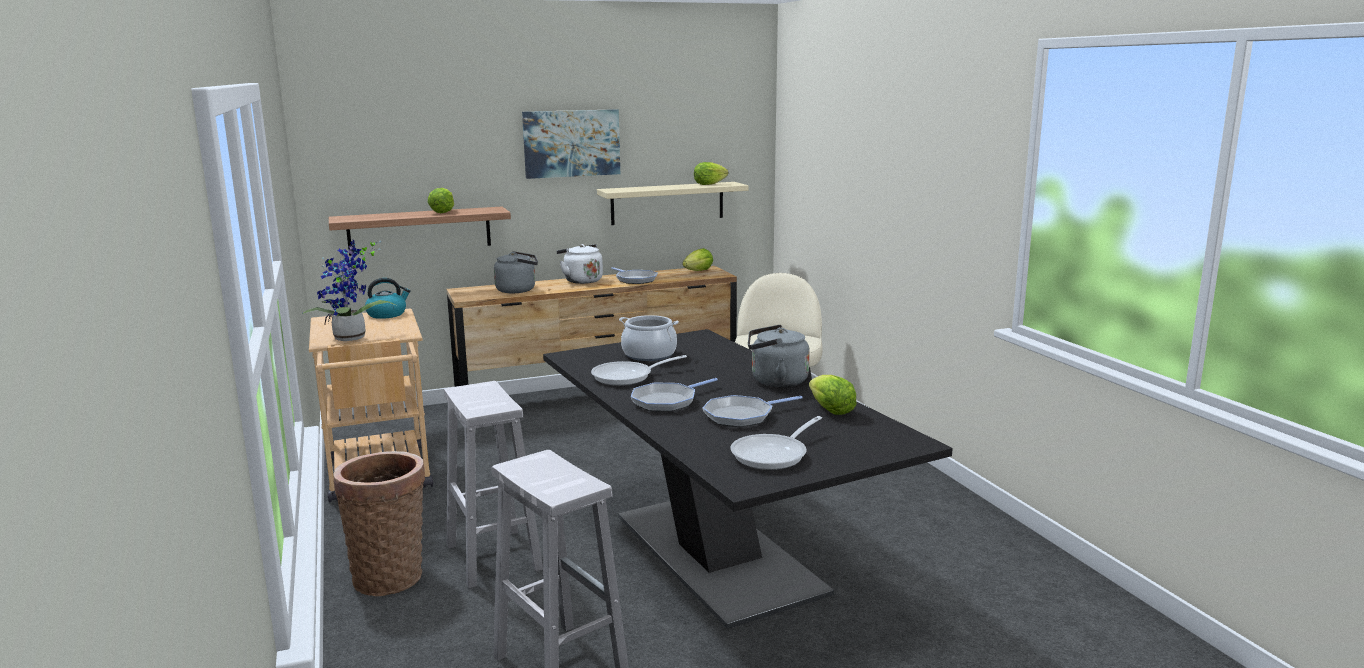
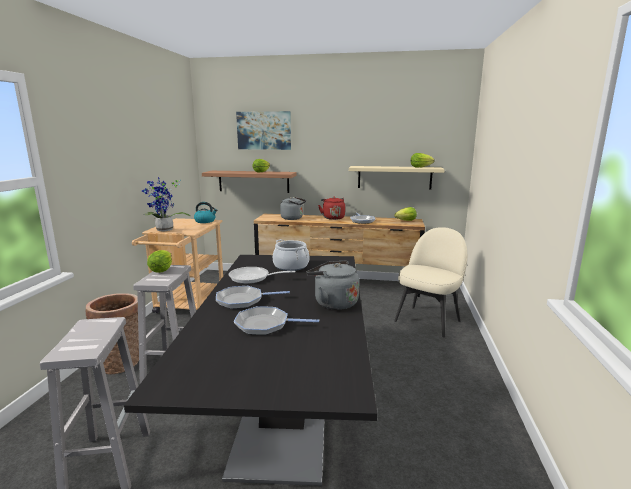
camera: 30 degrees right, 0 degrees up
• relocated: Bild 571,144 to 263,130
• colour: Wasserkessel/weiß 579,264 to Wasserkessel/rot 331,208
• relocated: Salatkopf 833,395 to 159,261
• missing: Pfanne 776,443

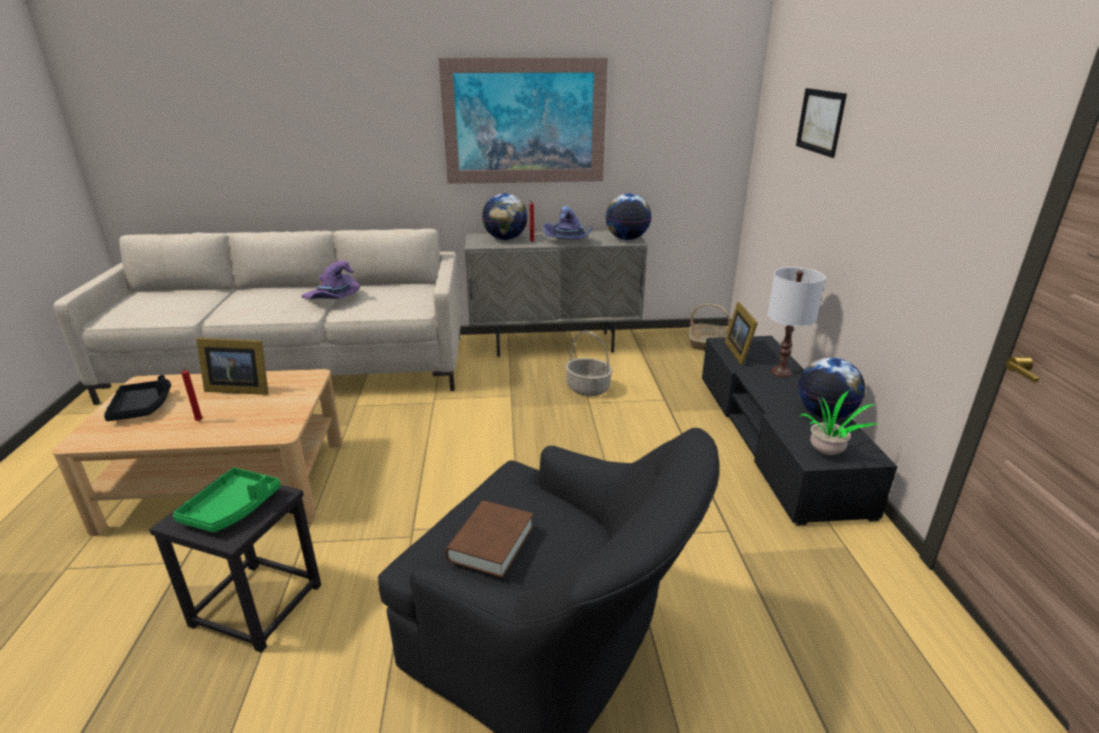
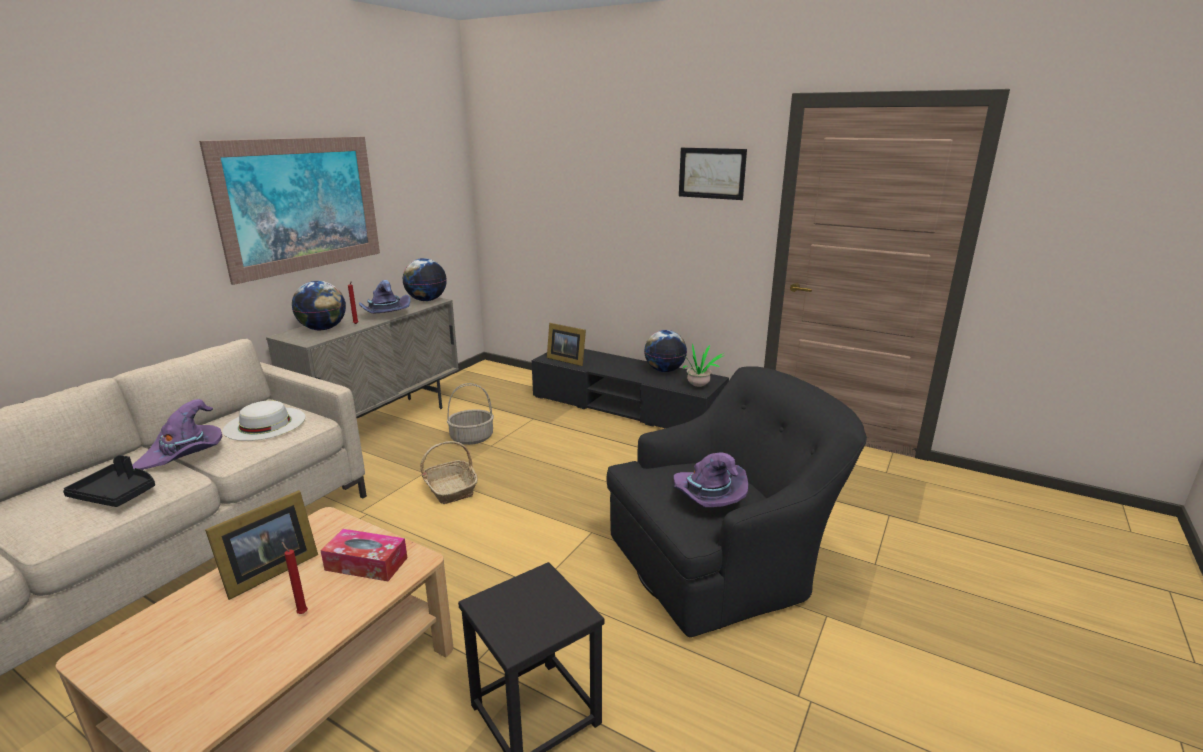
camera: 55 degrees left, 5 degrees down
• relocated: Bild 821,123 to 713,174
• missing: Tischlampe/weiß 796,322
• relocated: Korb 710,327 to 449,472
• relocated: Tablett/schwarz 137,398 to 109,481
• missing: Tablett/grün 227,500
• exchanged: Buch/braun 489,539 to Hut/lila 711,479
• appeared: Hut/weiß 264,420
• appeared: Taschentuchbox 363,555

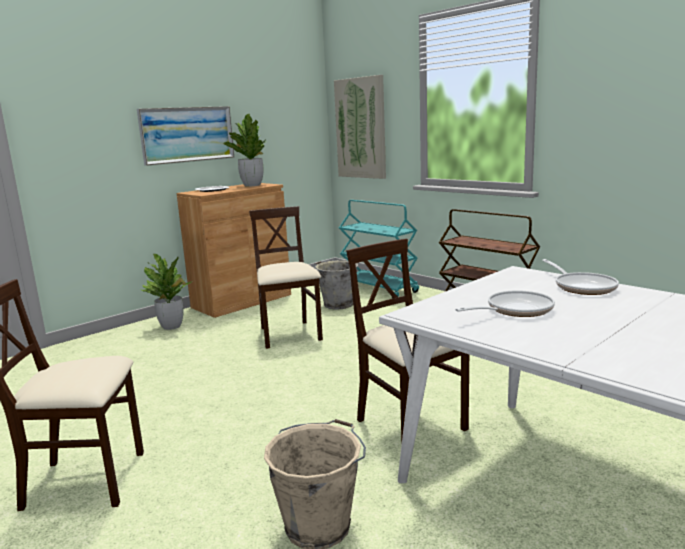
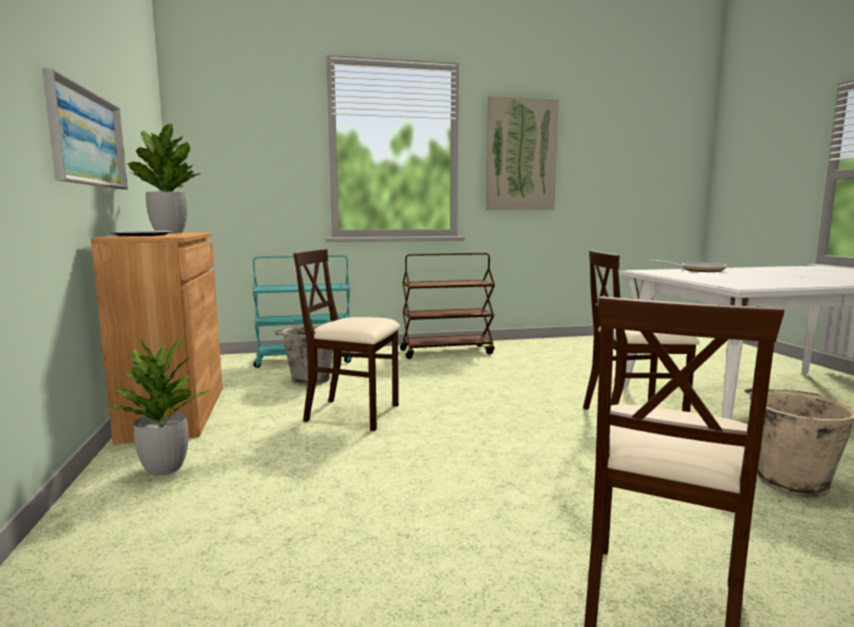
camera: 60 degrees left, 5 degrees down
• relocated: Bild 360,127 to 522,153
• missing: Pfanne 505,303

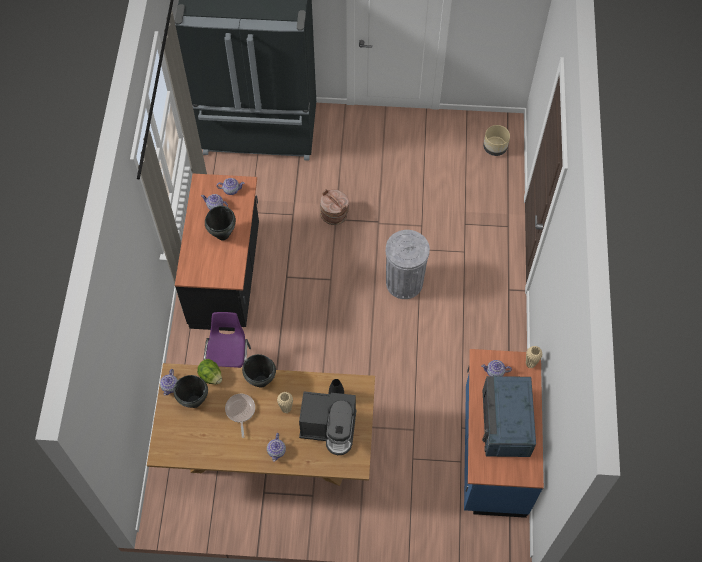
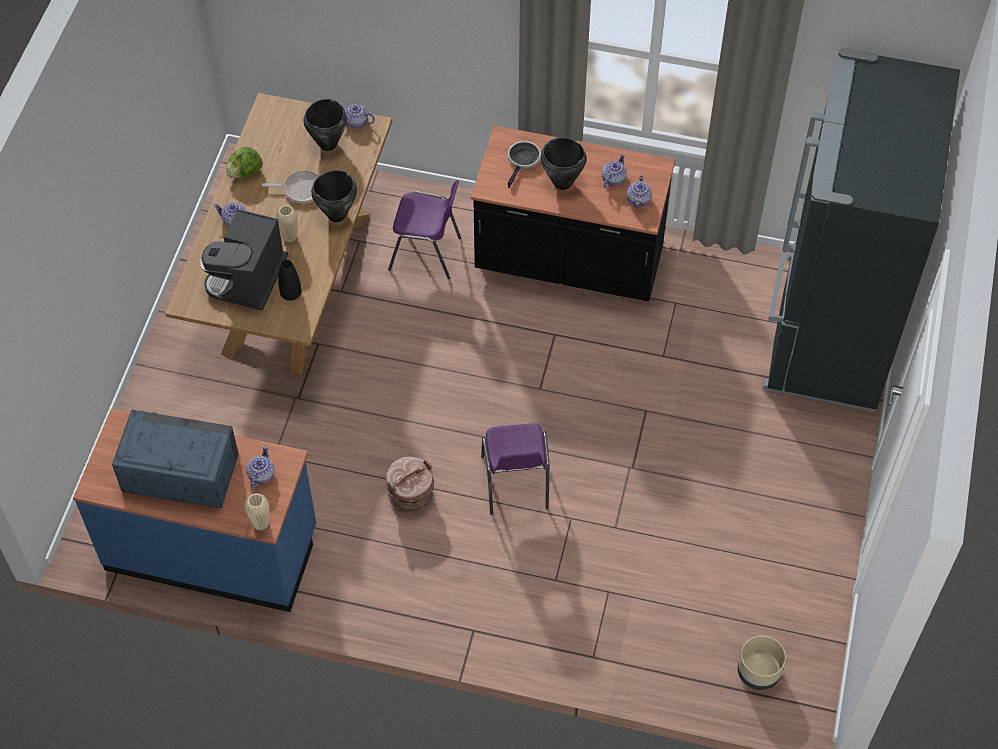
camera: 100 degrees right, 5 degrees down
• relocated: Eimer/braun 334,207 to 410,485
• exchanged: Mülleimer/grau 408,264 to Stuhl/lila 515,469
• relocated: Salatkopf 209,371 to 244,162
• appeared: Pfanne 524,164

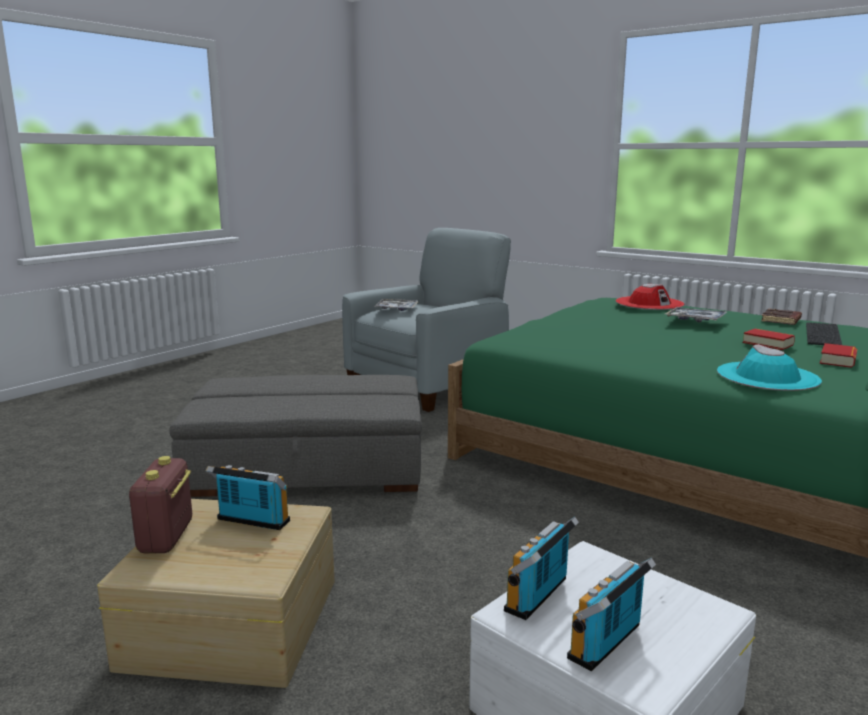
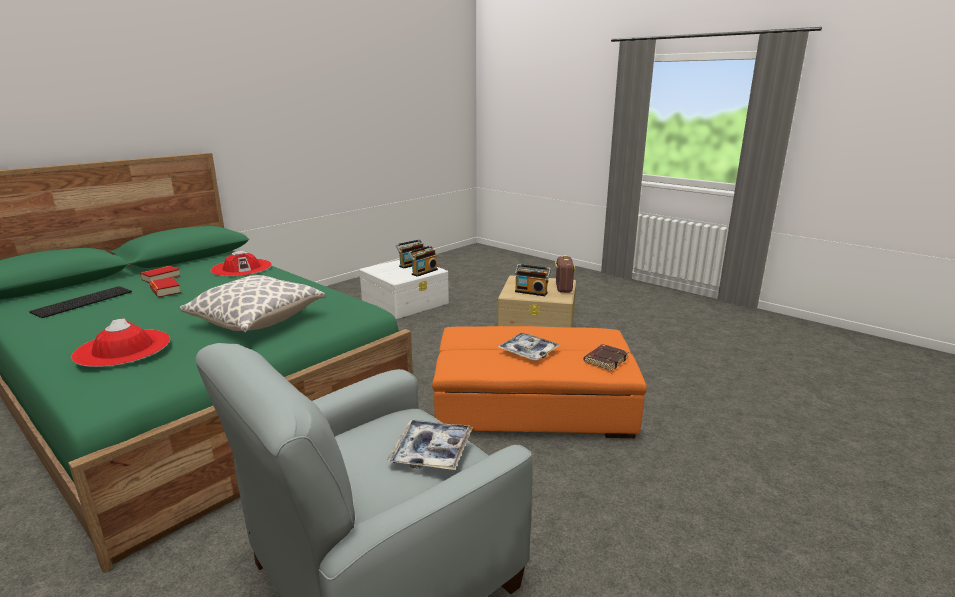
camera: 175 degrees left, 5 degrees up
• relocated: Tablett 696,314 to 529,346
• relocated: Buch/braun 781,317 to 606,357
• colour: Hut/türkis 769,367 to Hut/rot 241,264
• colour: Polsterhocker/grau 295,436 to Polsterhocker/orange 539,382
• appeared: Kissen 252,303

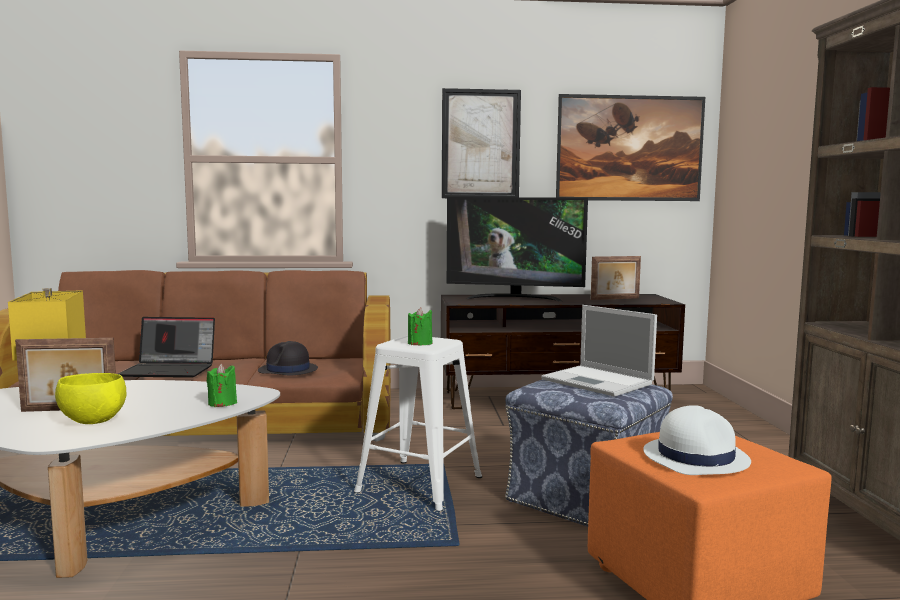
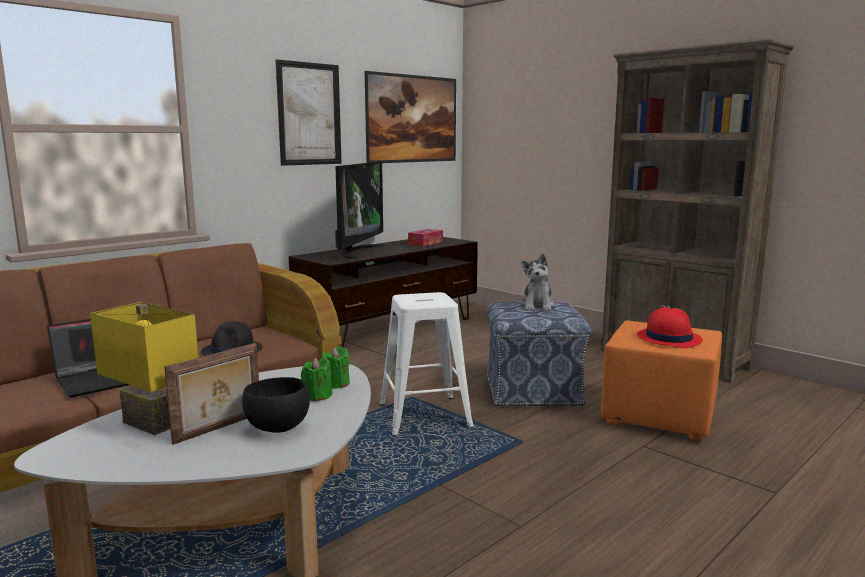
camera: 40 degrees left, 5 degrees up
• spun: Fernseher 517,249 = 360,210 45 degrees counterclockwise
• exchanged: Bilderrahmen 616,278 to Taschentuchbox 425,237
• exchanged: Laptop 599,351 to Plüschtier 537,282
• relocated: Kerze/grün 420,326 to 316,380
• colour: Schüssel/gelb 90,398 to Schüssel/schwarz 276,405
• colour: Hut/weiß 697,440 to Hut/rot 670,327

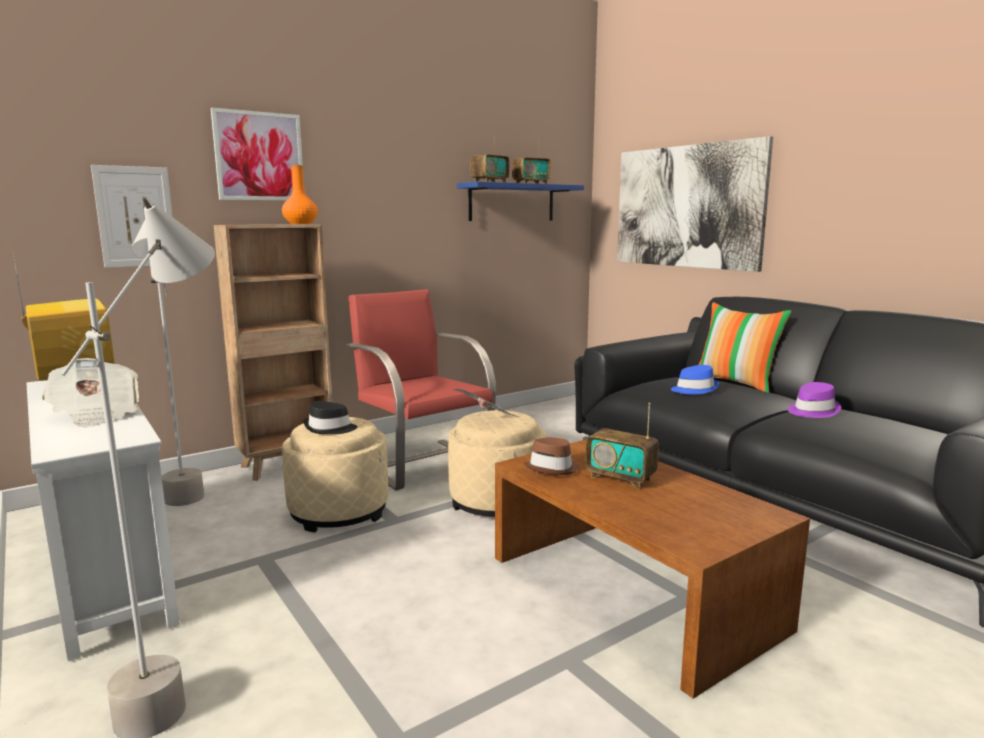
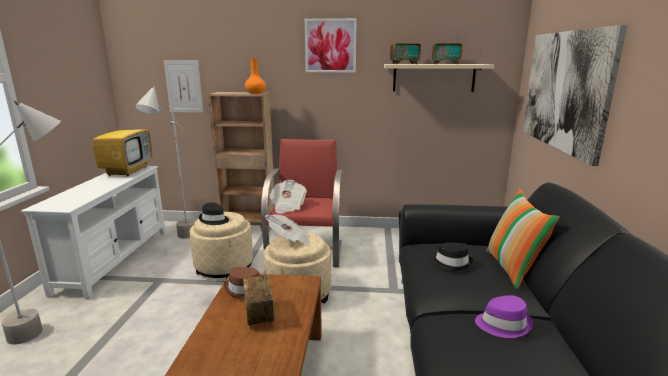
camera: 40 degrees right, 5 degrees up
• relocated: Bild 257,154 to 331,45
• colour: Wandregal/blau 520,201 to Wandregal/beige 439,78
• relocated: Zeitung 90,393 to 288,196
• colour: Hut/blau 695,379 to Hut/schwarz 452,257

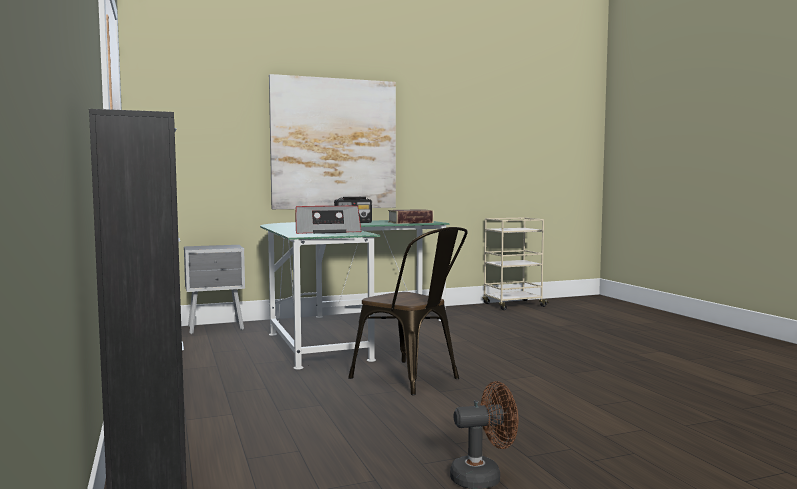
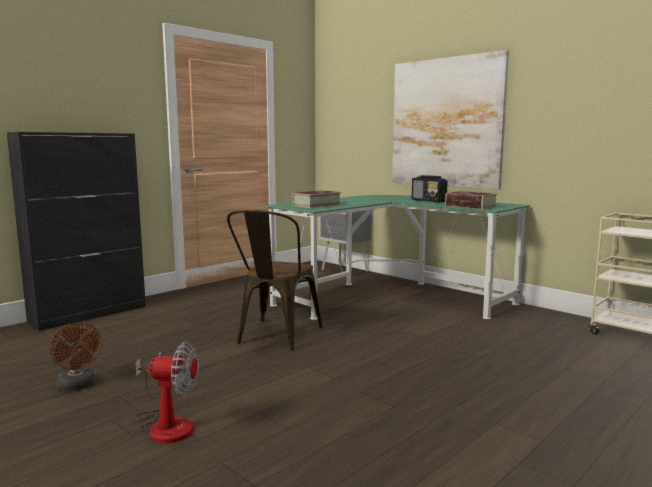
camera: 65 degrees right, 5 degrees up
• exchanged: Radio 328,220 to Buch 316,199
• appeared: Ventilator 167,392

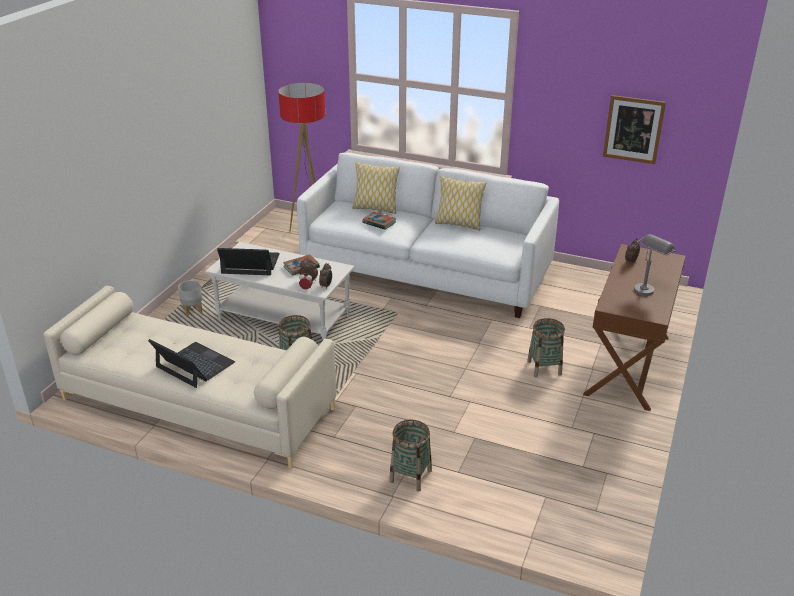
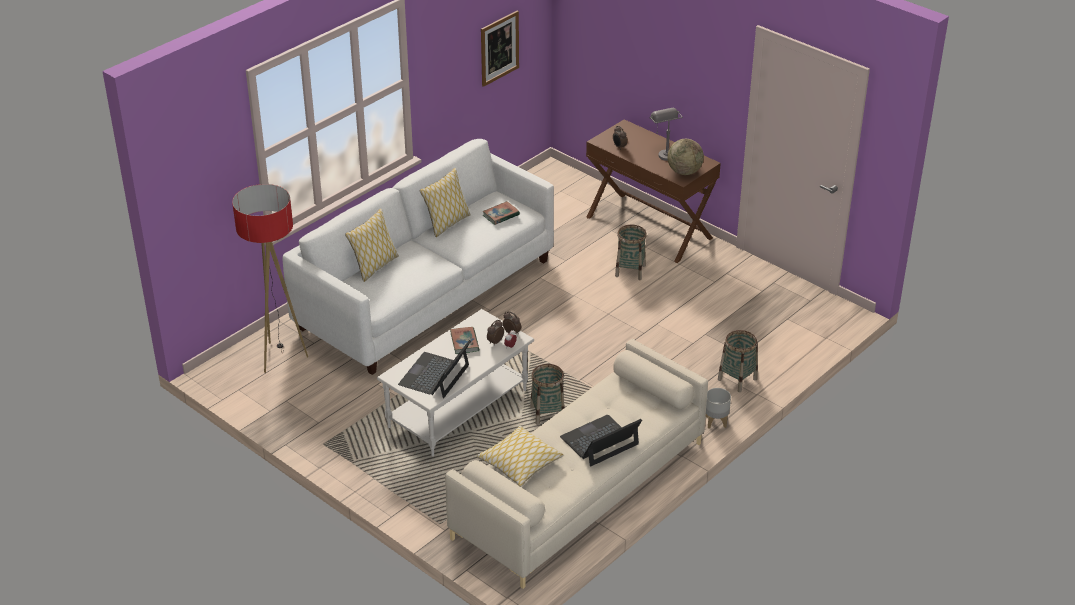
camera: 70 degrees left, 5 degrees up
• relocated: Buch 379,221 to 501,213
• relocated: Pflanzkübel/grau 190,298 to 718,408
• appeared: Globus 685,157
• appeared: Kissen 520,456

